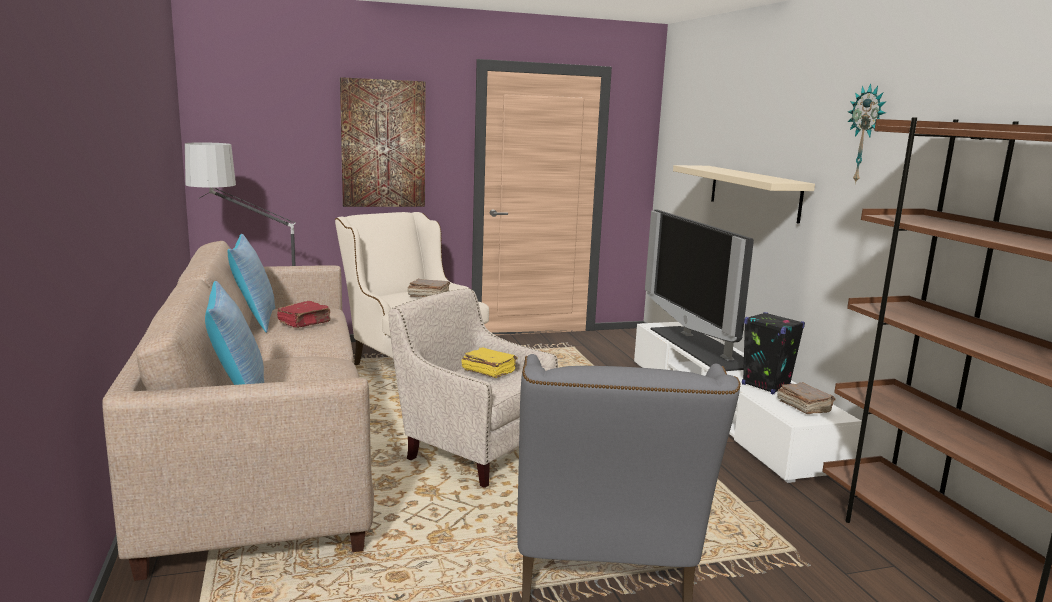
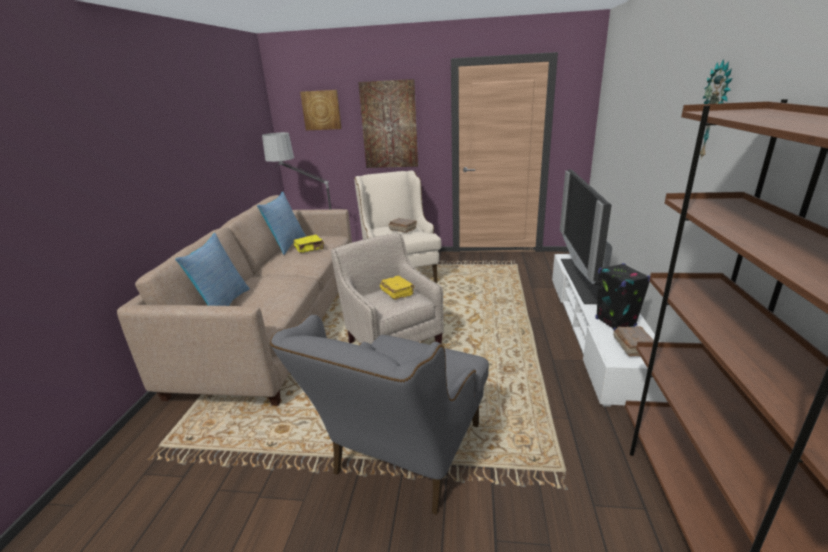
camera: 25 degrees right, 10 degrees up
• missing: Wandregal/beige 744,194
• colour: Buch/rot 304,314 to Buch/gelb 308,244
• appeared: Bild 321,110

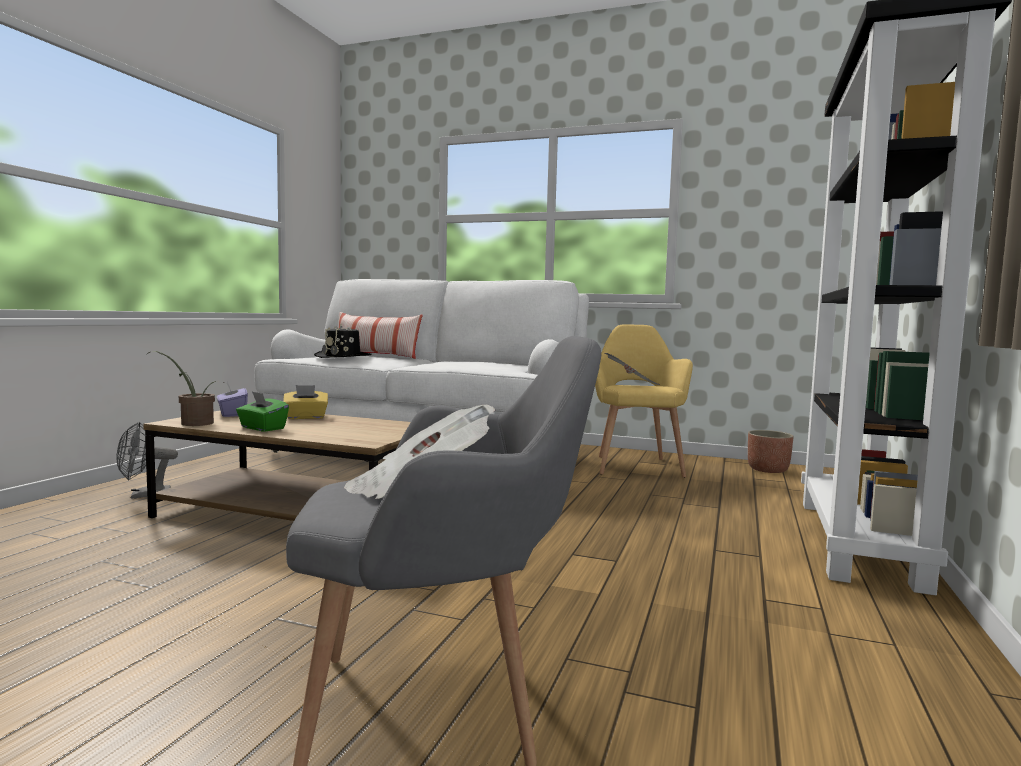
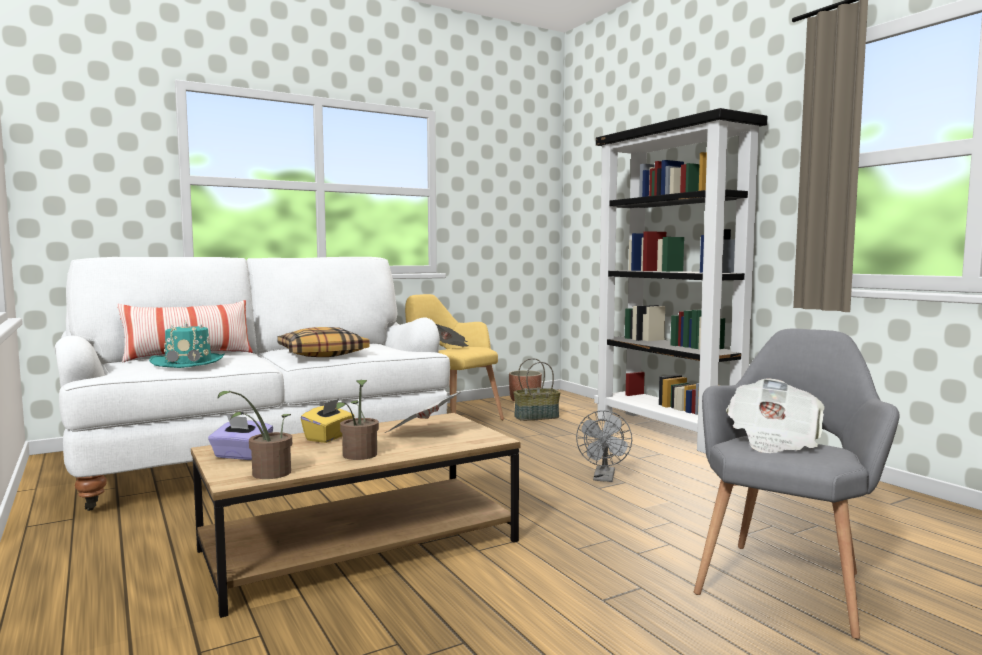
camera: 50 degrees left, 0 degrees up
• colour: Hut/schwarz 343,341 to Hut/türkis 187,344
• exchanged: Taschentuchbox/grün 262,411 to Topfpflanze 357,420
• relocated: Ventilator/grau 147,460 to 604,446
• appeared: Kissen 323,342
• appeared: Korb 536,389
• appeared: Zeitung 423,412

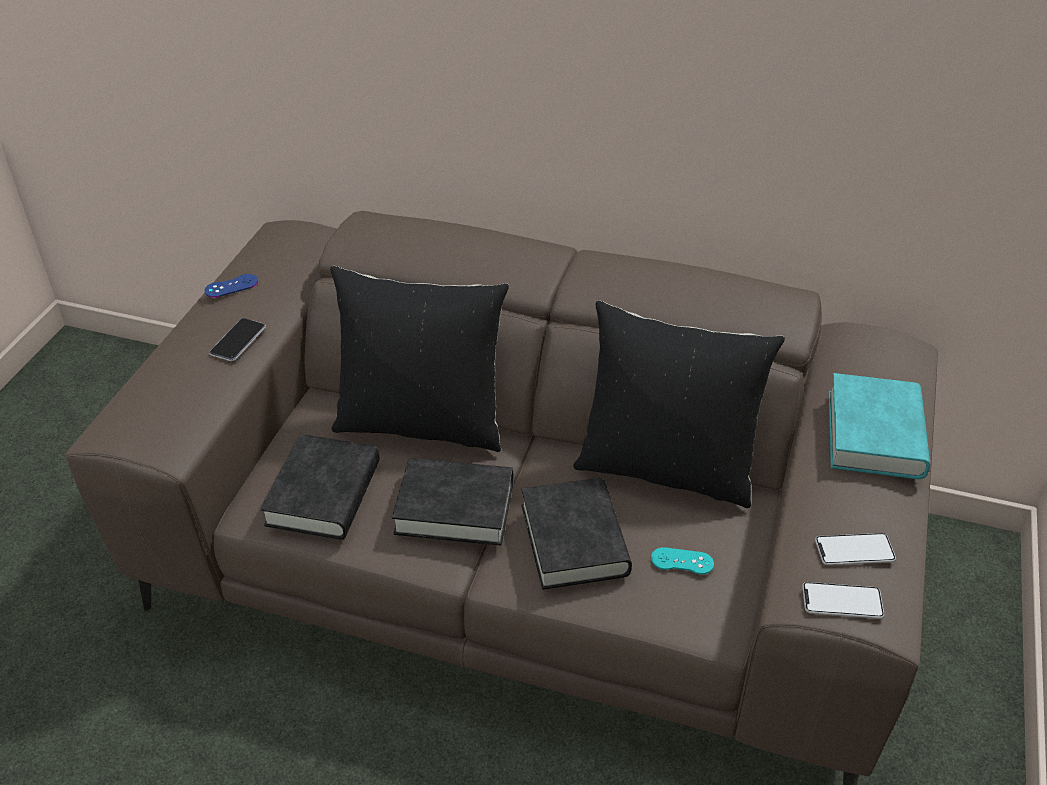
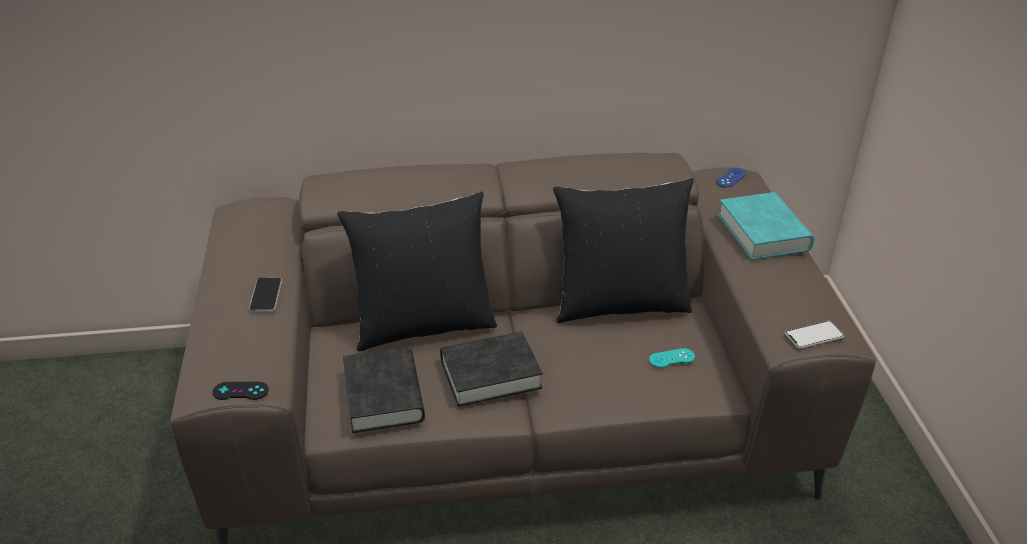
camera: 25 degrees left, 5 degrees down
• relocated: Gamepad/blau 231,286 to 731,177
• missing: Buch/schwarz 577,534
• missing: Handy 855,549
• appeared: Gamepad/schwarz 240,391

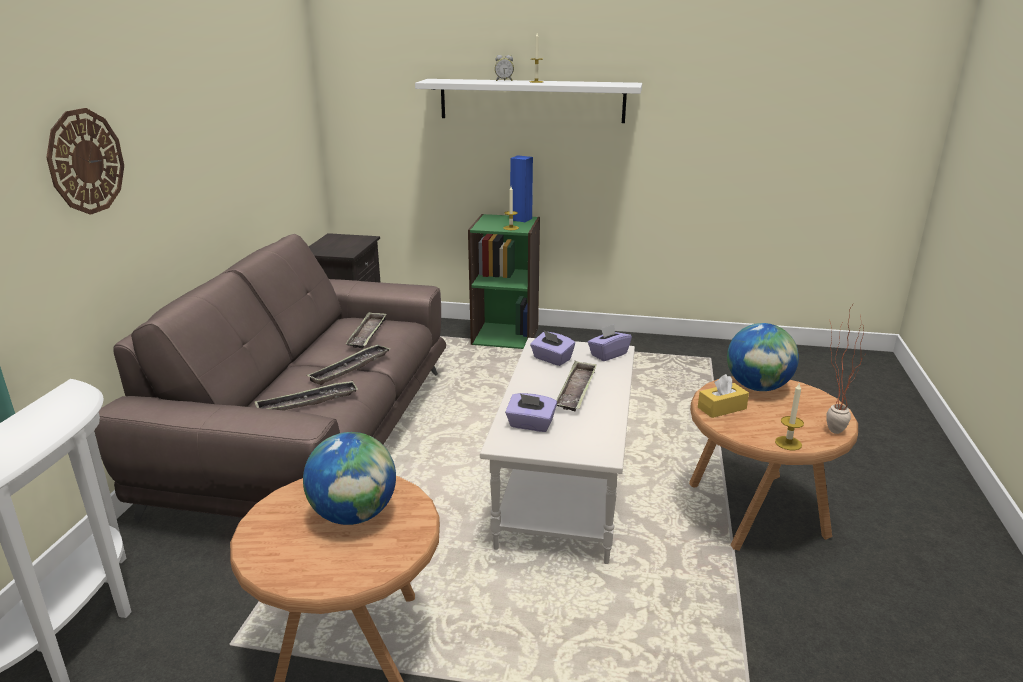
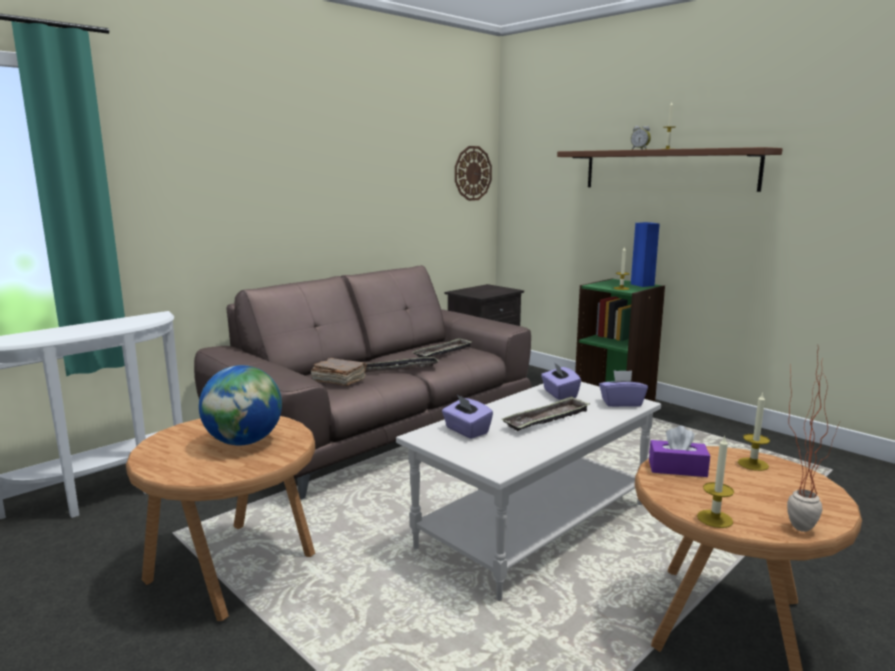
camera: 35 degrees right, 10 degrees down
• colour: Wandregal/weiß 528,101 to Wandregal/braun 670,169
• relocated: Wanduhr 85,161 to 473,173
• exchanged: Globus 763,357 to Kerze 754,431
• colour: Taschentuchbox/gelb 723,396 to Taschentuchbox/lila 679,451
• exchanged: Tablett 306,395 to Buch/braun 339,372

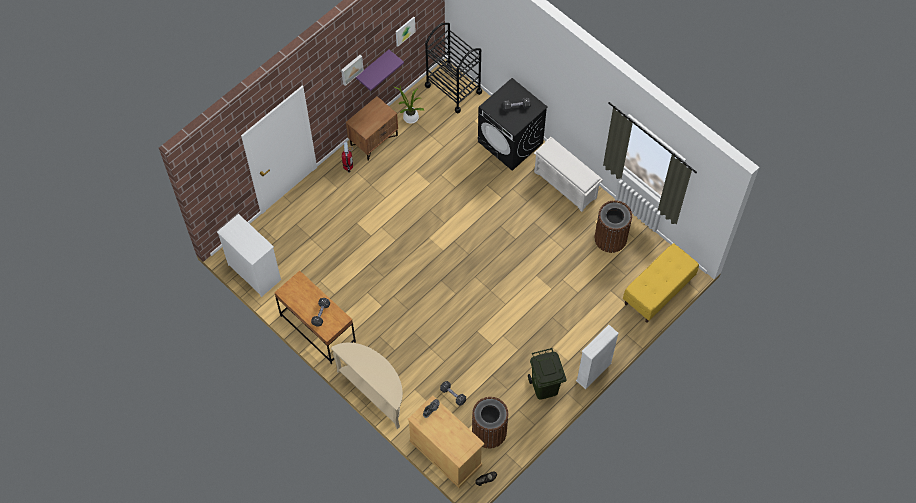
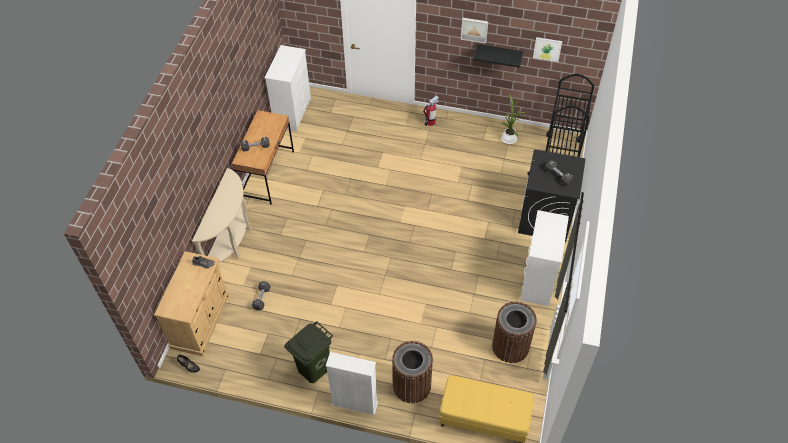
camera: 60 degrees right, 10 degrees down
• colour: Wandregal/lila 380,70 to Wandregal/schwarz 498,56
• missing: Nachttisch/braun 372,128
• exchanged: Schuhregal/weiß 568,174 to Kommode/weiß 544,258
• relocated: Mülleimer/braun 490,422 to 412,372

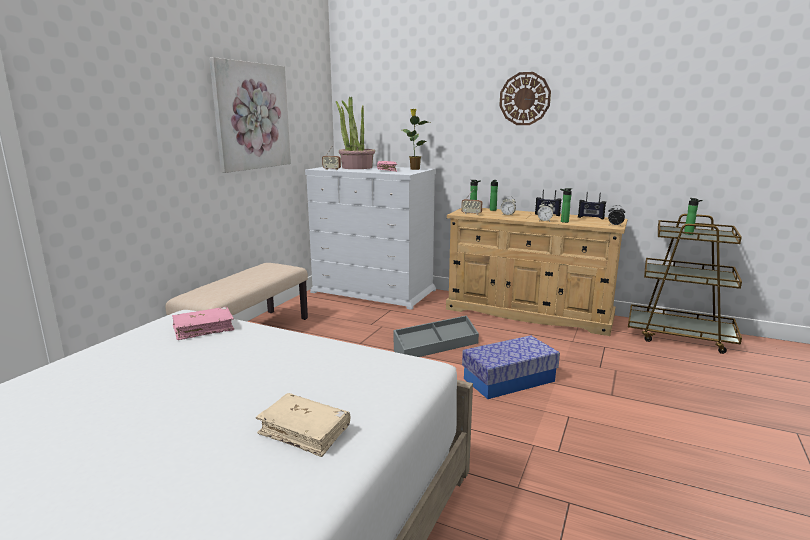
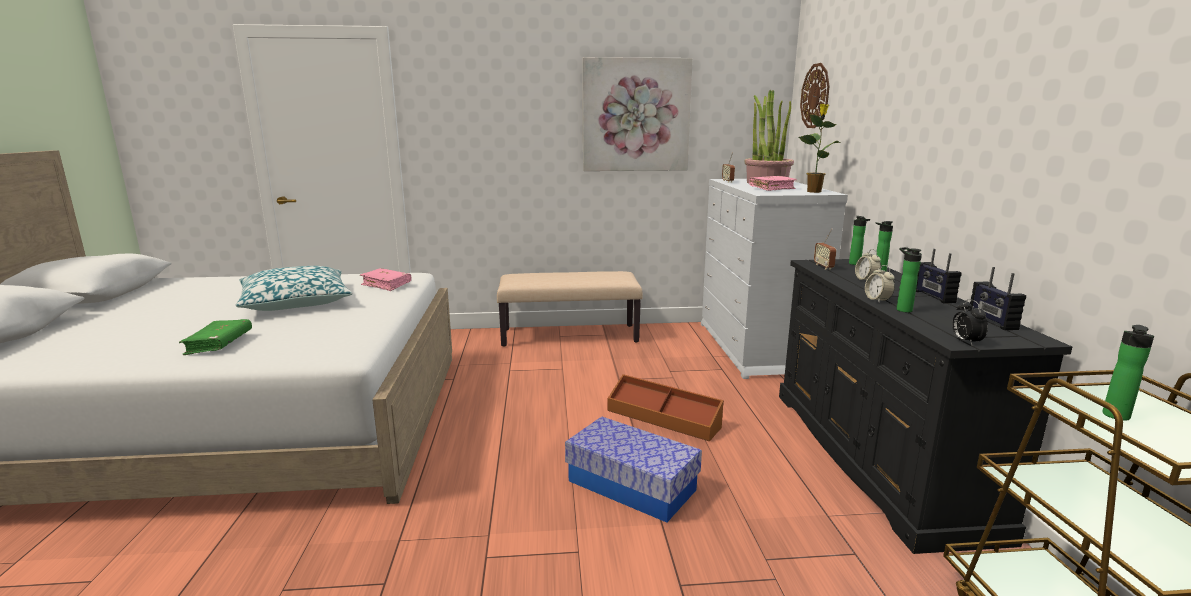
camera: 60 degrees right, 0 degrees up
• relocated: Wanduhr 525,98 to 815,95
• colour: Kommode/beige 536,272 to Kommode/schwarz 925,406
• colour: Aufbewahrungsbox/grau 436,336 to Aufbewahrungsbox/braun 666,408
• colour: Buch/beige 303,425 to Buch/grün 215,337
• appeared: Kissen 294,288

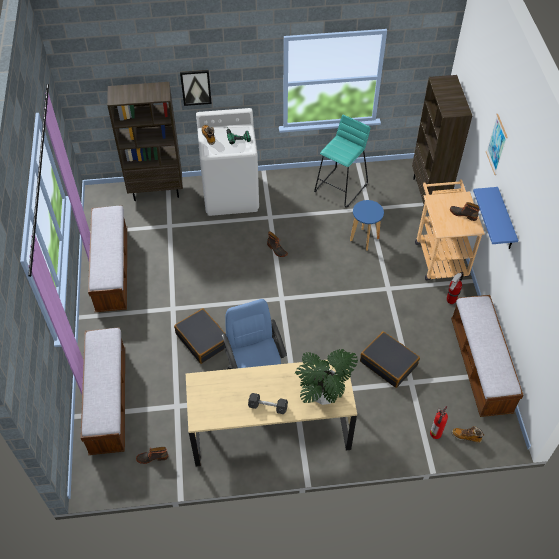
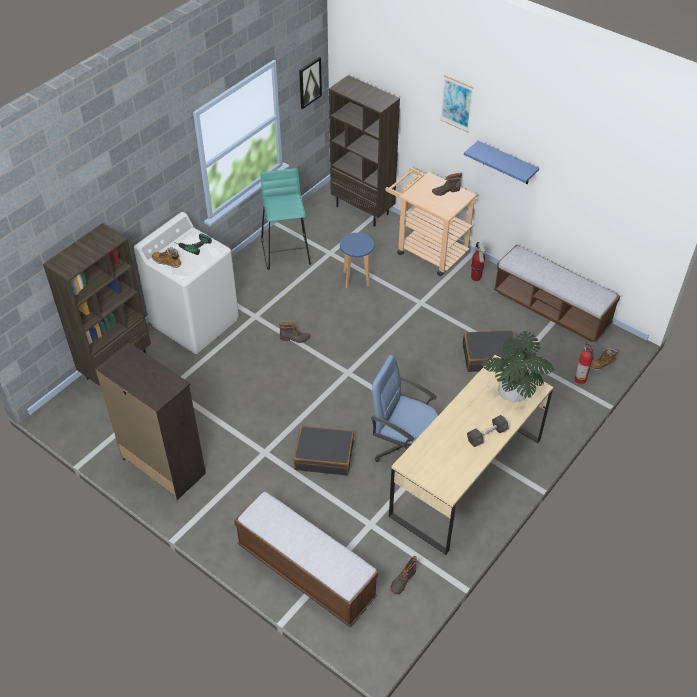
camera: 45 degrees left, 5 degrees down
• relocated: Bild 196,88 to 310,83
• exchanged: Bank 107,258 to Kommode/schwarz 150,421

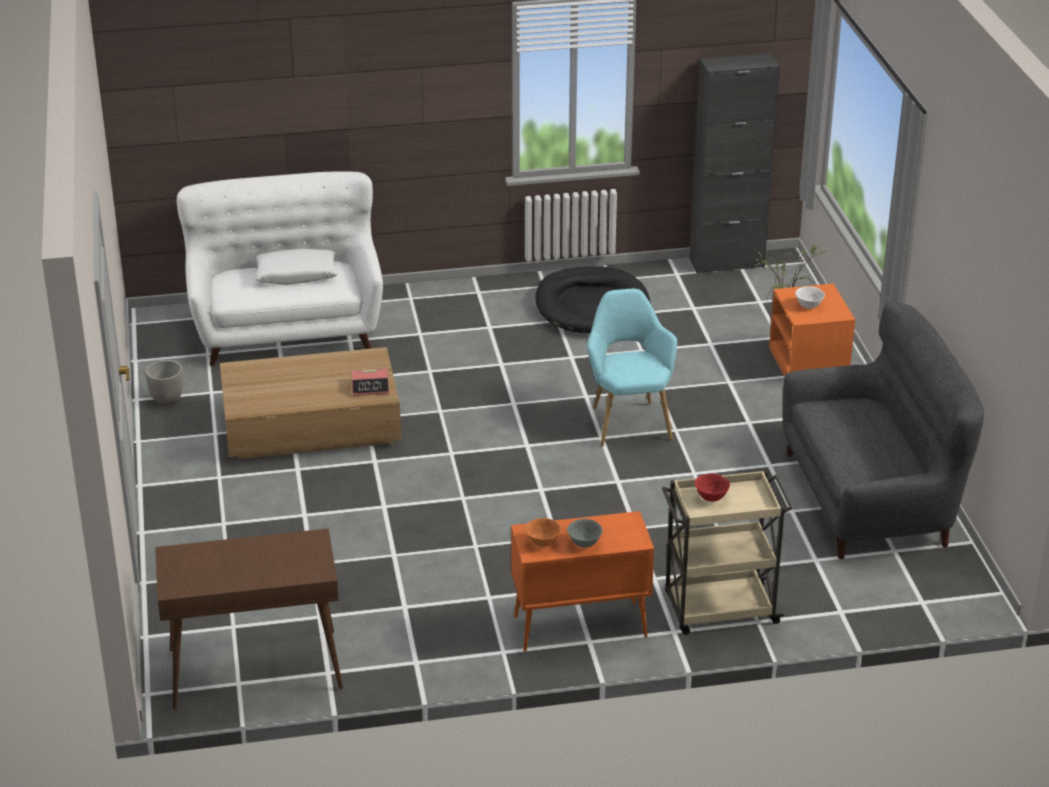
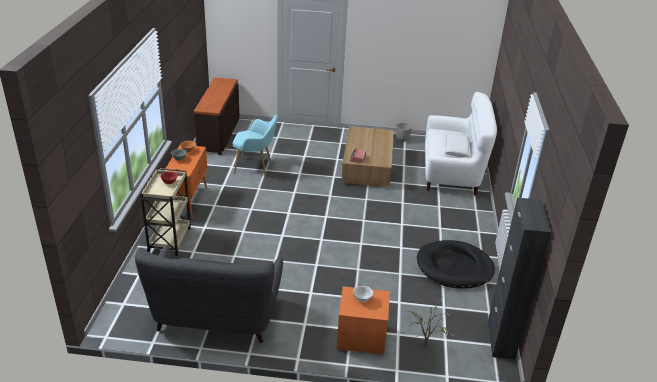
camera: 105 degrees right, 0 degrees up
• relocated: Sessel/türkis 632,368 to 255,145
• exchanged: Konsolentisch/braun 249,618 to Kommode/braun 217,116

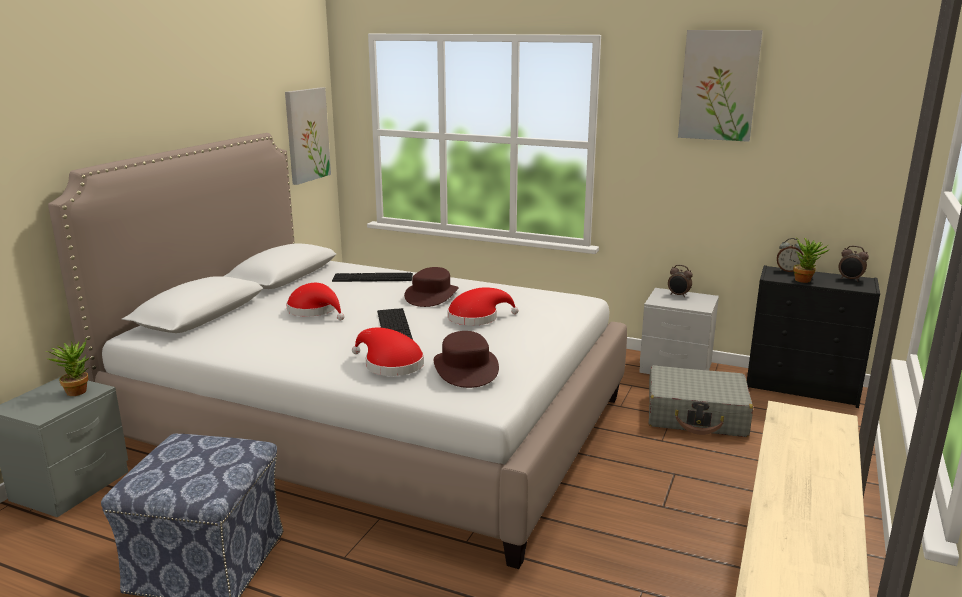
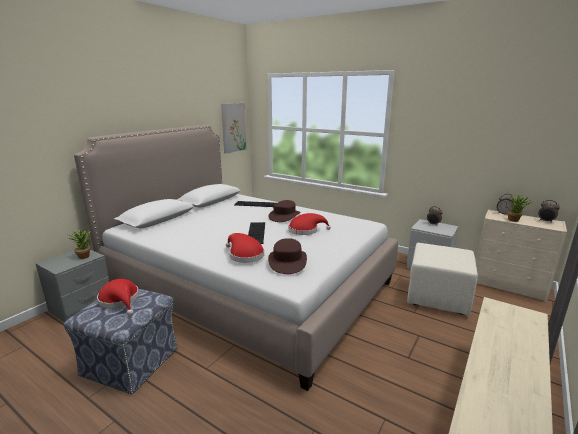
camera: 10 degrees right, 0 degrees up
• missing: Bild 720,86
• colour: Kommode/schwarz 813,336 to Kommode/beige 521,256
• relocated: Hut/rot 315,301 to 118,297
• exchanged: Koffer/grau 701,401 to Polsterhocker/beige 442,279

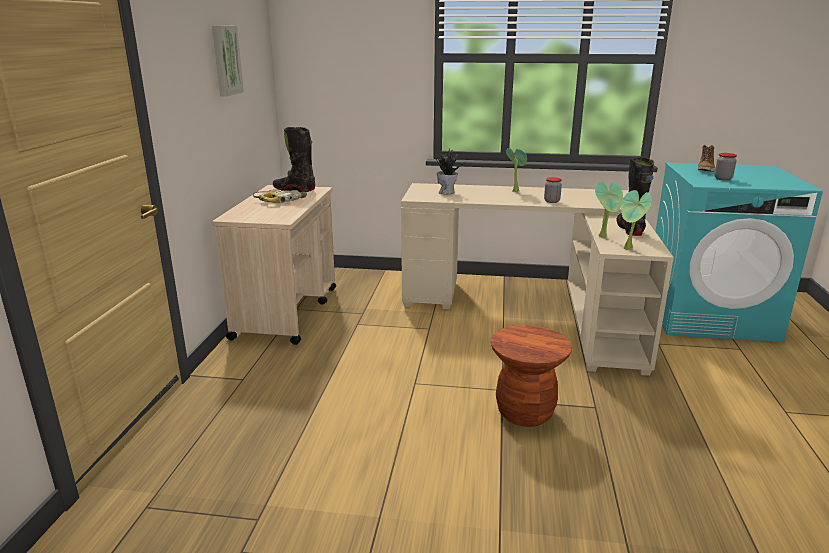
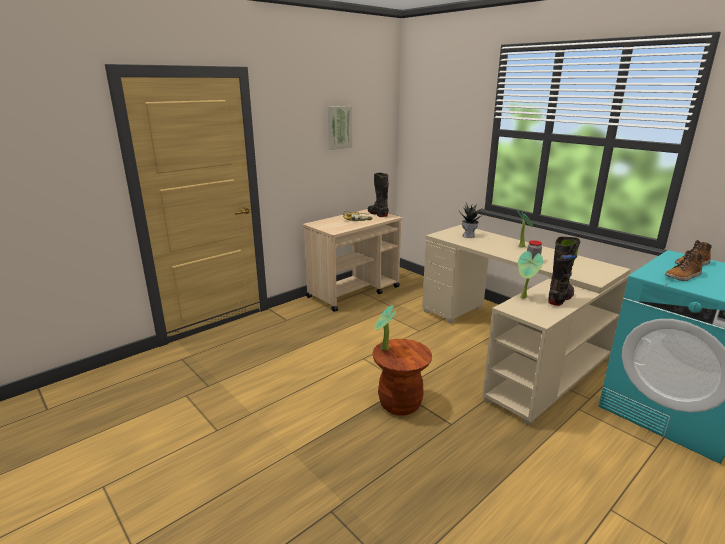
camera: 40 degrees right, 0 degrees up
• exchanged: Vorratsglas 725,166 to Stiefel 684,265
• relocated: Topfpflanze 636,220 to 385,328

